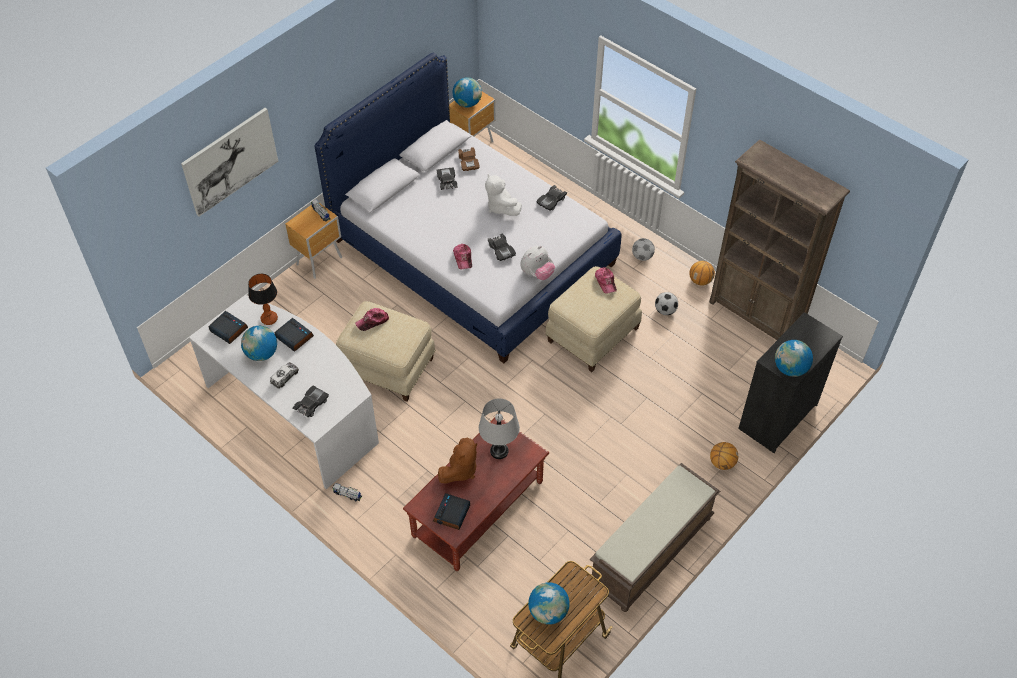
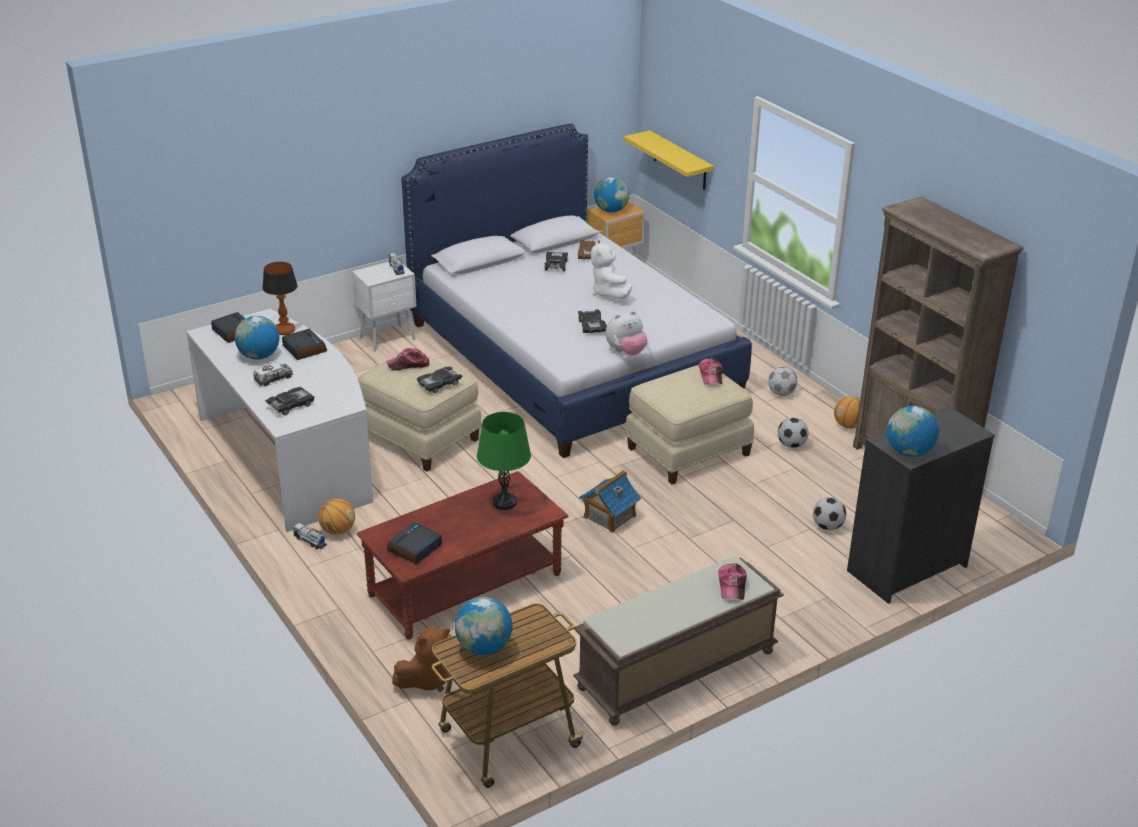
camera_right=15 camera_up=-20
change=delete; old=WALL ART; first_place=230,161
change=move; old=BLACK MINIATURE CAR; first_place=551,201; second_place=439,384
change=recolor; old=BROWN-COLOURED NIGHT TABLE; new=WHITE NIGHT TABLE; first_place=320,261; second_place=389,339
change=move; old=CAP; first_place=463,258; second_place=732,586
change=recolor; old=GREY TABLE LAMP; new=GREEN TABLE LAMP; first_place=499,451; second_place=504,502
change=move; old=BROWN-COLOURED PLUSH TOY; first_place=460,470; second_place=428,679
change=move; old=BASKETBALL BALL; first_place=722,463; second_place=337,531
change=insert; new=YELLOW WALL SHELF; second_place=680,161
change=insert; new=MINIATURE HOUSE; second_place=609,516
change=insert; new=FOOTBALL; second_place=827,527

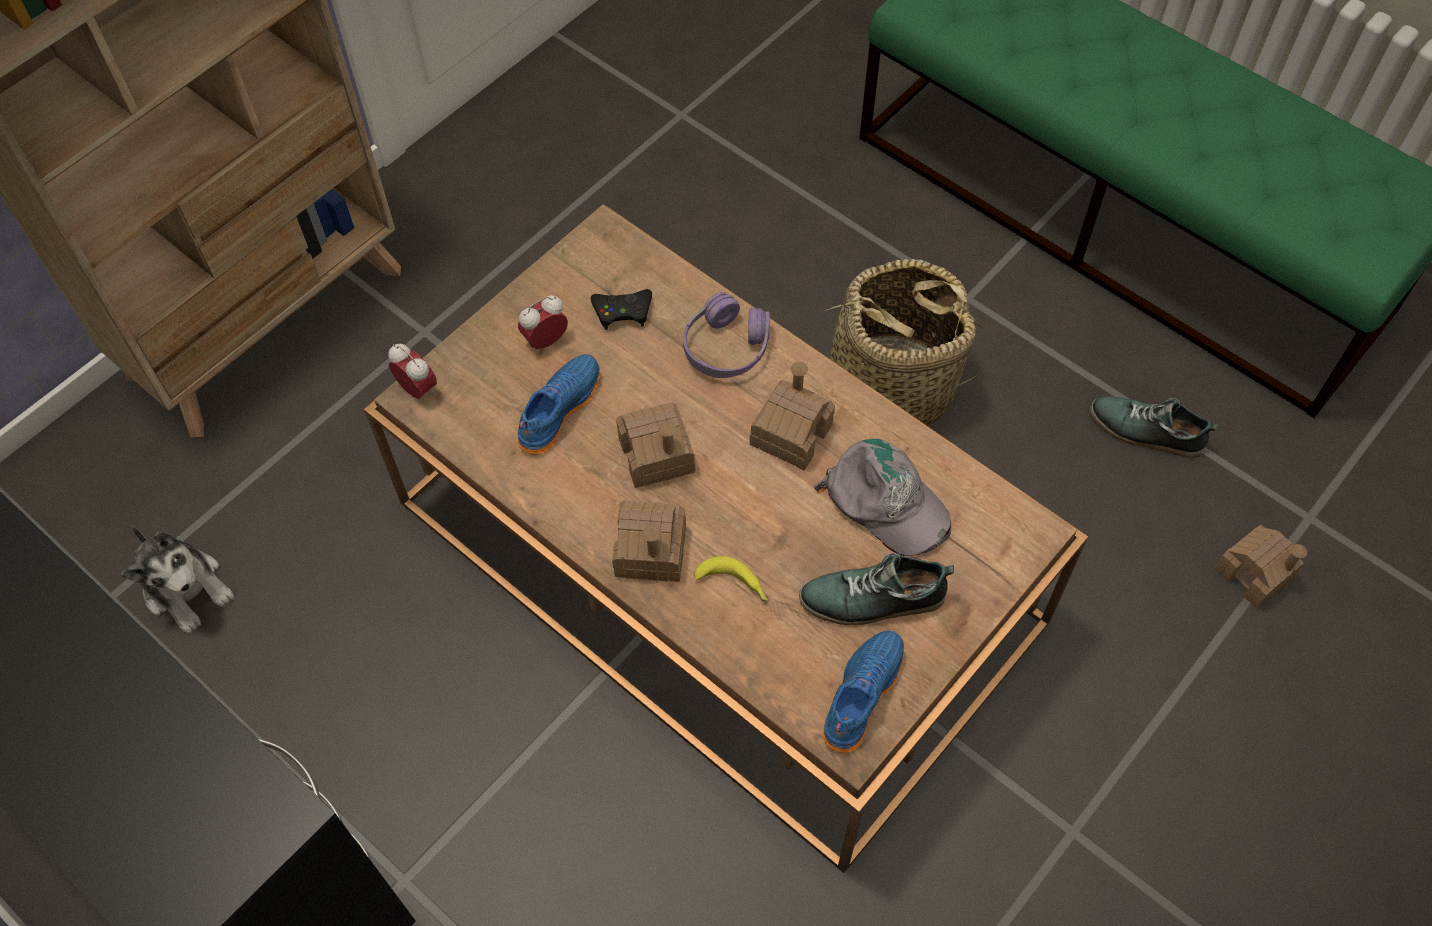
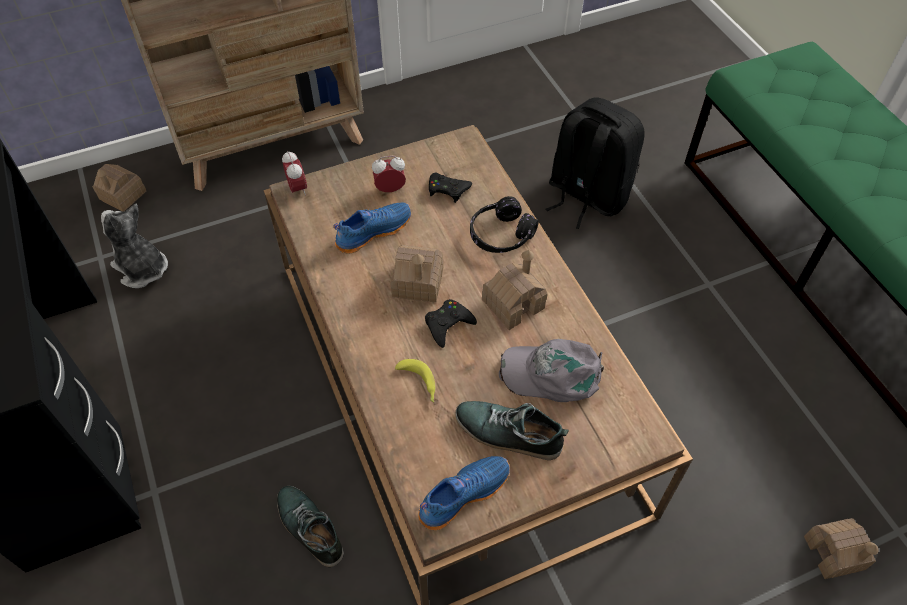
camera_right=25 camera_up=-5
change=delete; old=BASKET; first_place=890,387
change=recolor; old=PURPLE PAIR OF HEADPHONES; new=BLACK PAIR OF HEADPHONES; first_place=726,348; second_place=501,235
change=move; old=LOW SHOE; first_place=1146,431; second_place=309,528
change=rotate; old=GREY CAP; first_place=885,503; second_place=552,373; degrees=120
change=move; old=MINIATURE HOUSE; first_place=650,551; second_place=122,195
change=rotate; old=PLUSH TOY; first_place=186,588; second_place=142,269; degrees=150
change=insert; new=BLACK BACKPACK; second_place=586,195
change=insert; new=BLACK GAME CONTROLLER; second_place=448,325

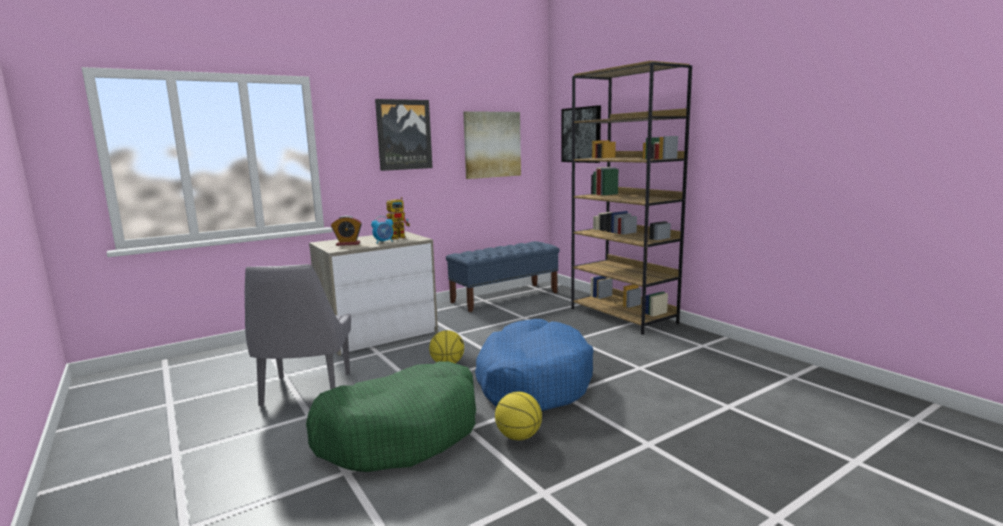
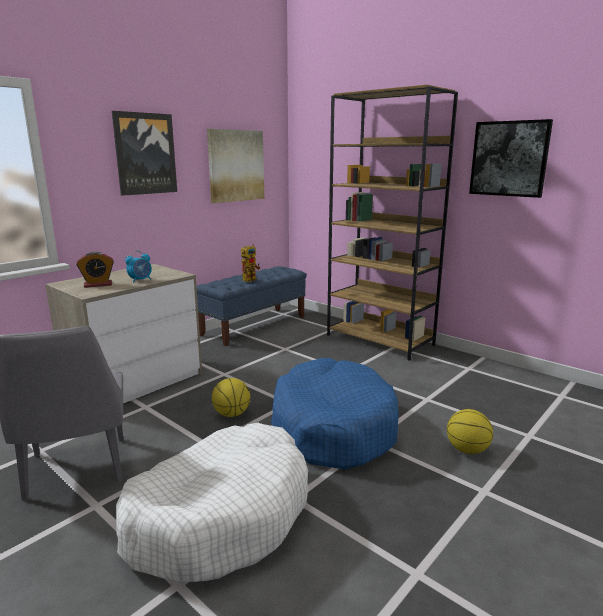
camera_right=-15 camera_up=5
change=move; old=WALL ART; first_place=581,135; second_place=509,158
change=move; old=TOY ROBOT; first_place=400,237; second_place=250,279
change=recolor; old=GREEN DOG BED; new=WHITE DOG BED; first_place=401,432; second_place=220,515
change=move; old=BASKETBALL BALL; first_place=518,436; second_place=467,450

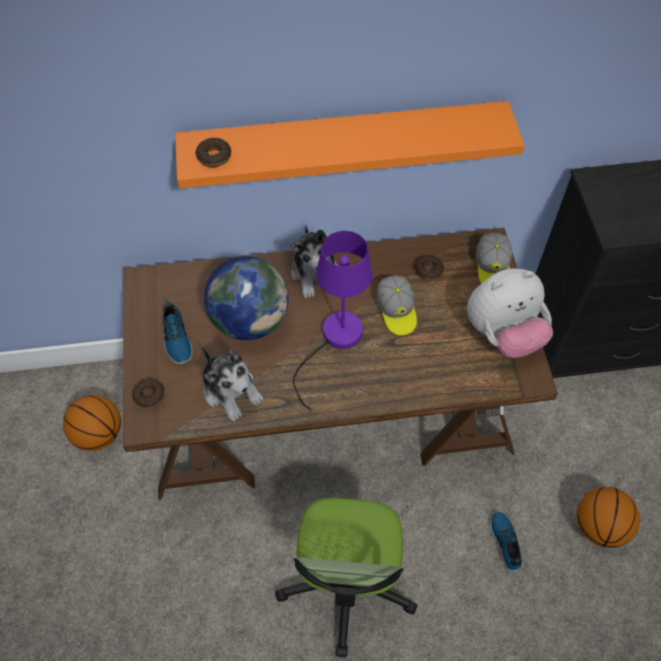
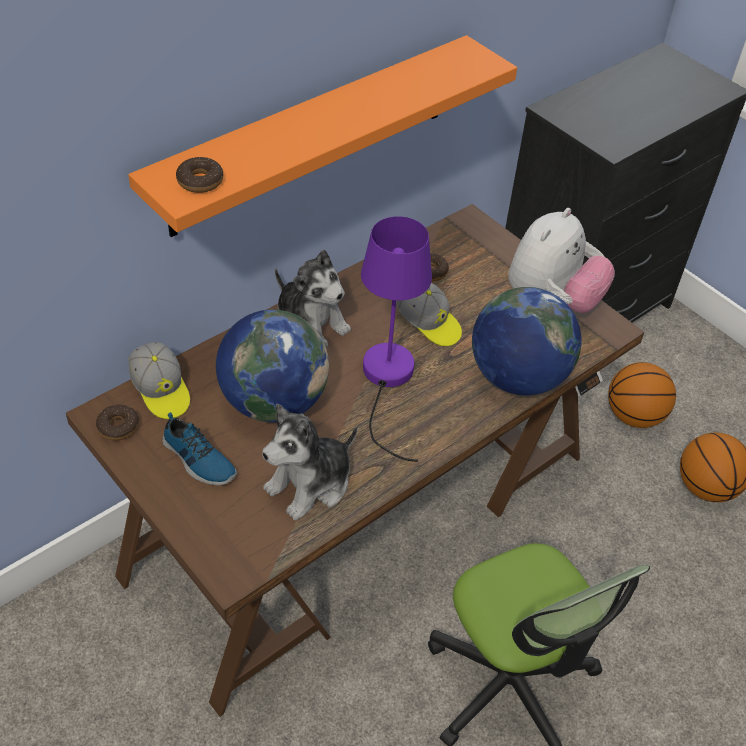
camera_right=-35 camera_up=-10
change=move; old=CAP; first_place=492,267; second_place=161,390
change=rotate; old=PLUSH TOY; first_place=231,390; second_place=310,484; degrees=120
change=move; old=DONUT; first_place=149,395; second_place=118,426
change=move; old=BASKETBALL BALL; first_place=99,434; second_place=633,415
change=delete; old=LOW SHOE; first_place=506,543
change=insert; new=WORLD GLOBE; second_place=517,377

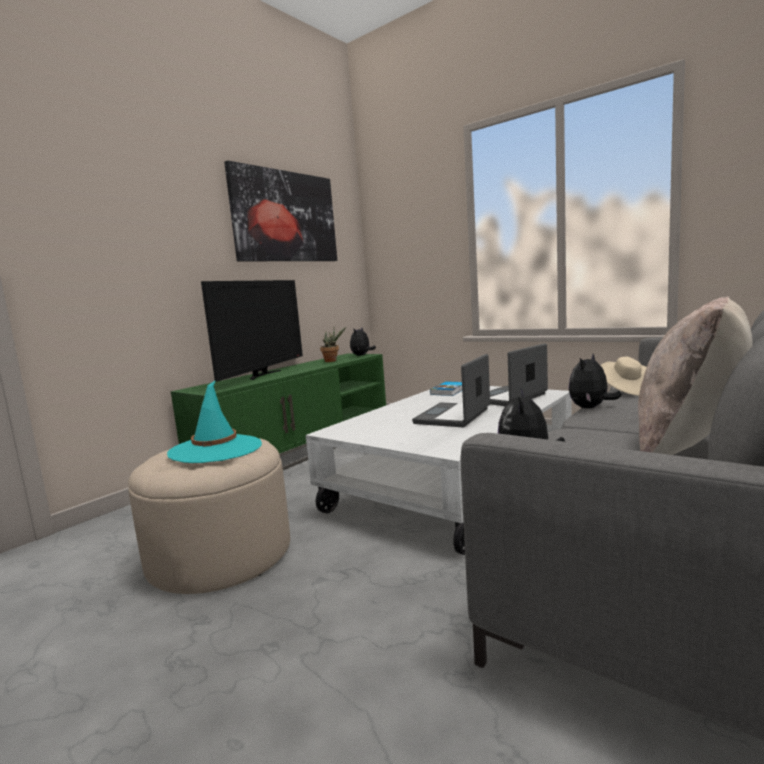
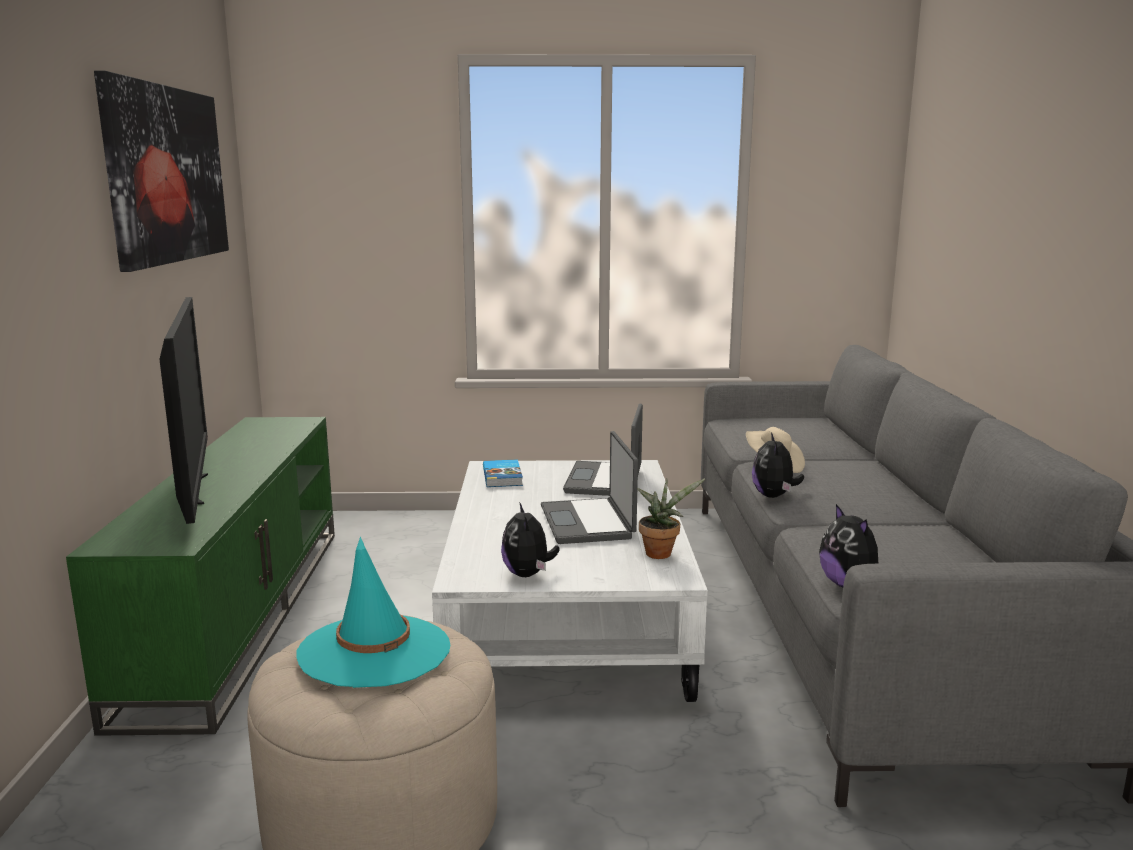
camera_right=-40 camera_up=5
change=delete; old=BEIGE CUSHION; first_place=690,443
change=move; old=HOUSEPLANT; first_place=332,361; second_place=661,553
change=move; old=PLUSH TOY; first_place=361,355; second_place=528,574

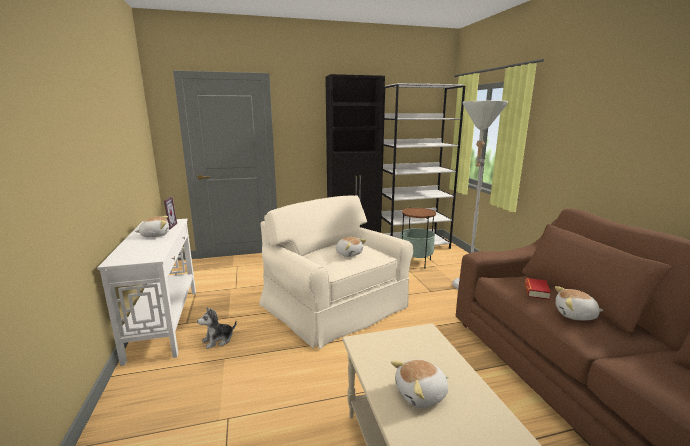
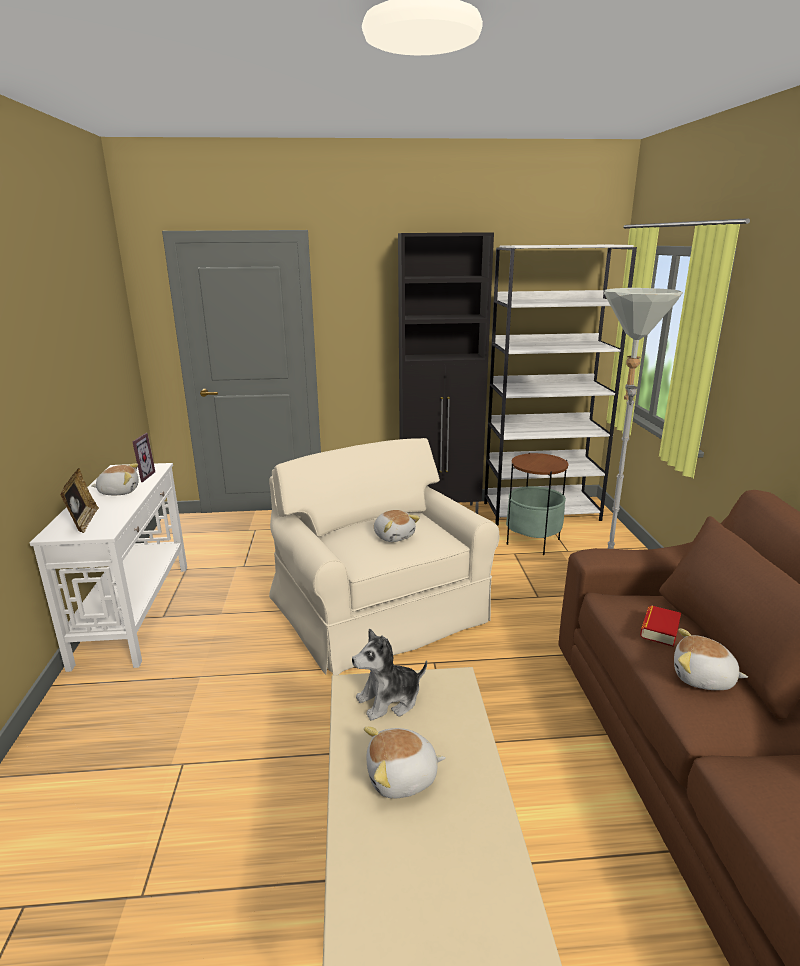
camera_right=10 camera_up=5
change=move; old=PLUSH TOY; first_place=218,340; second_place=389,700
change=insert; new=PHOTO FRAME; second_place=84,522

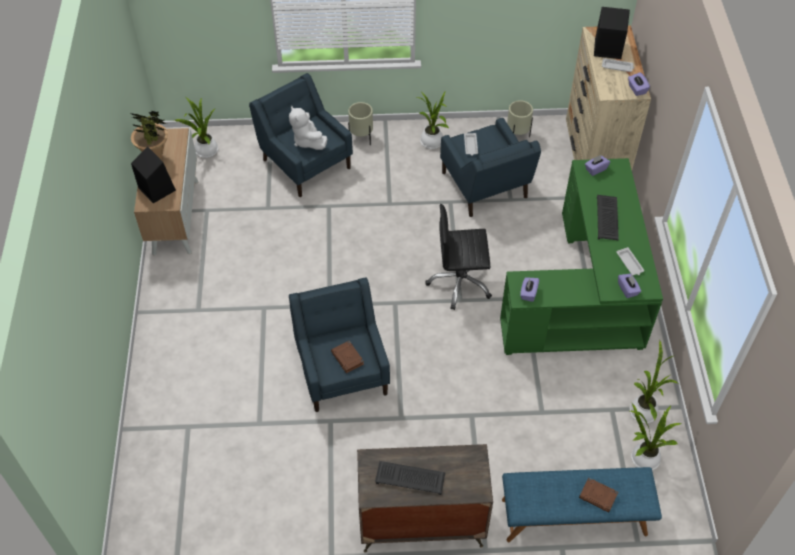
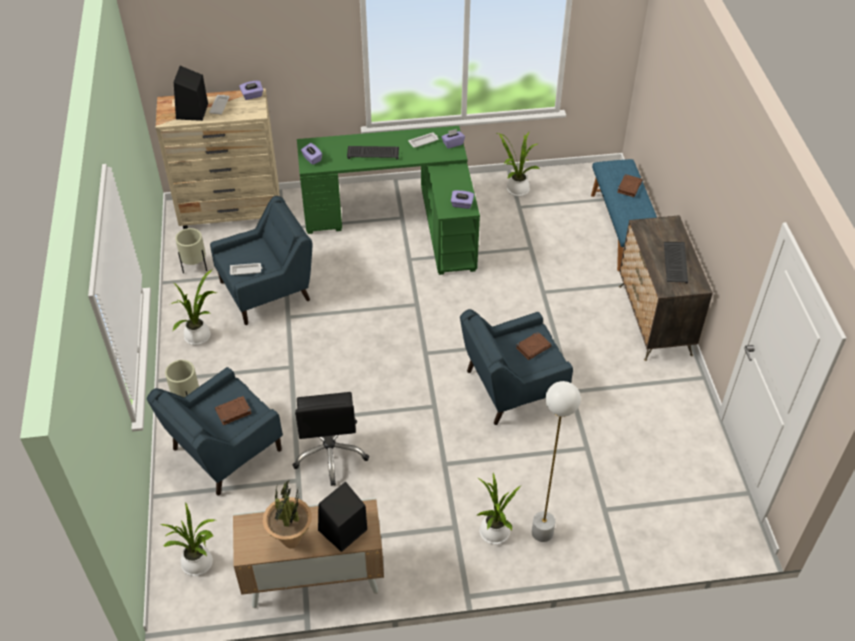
camera_right=-95 camera_up=-5
change=replace; old=WHITE PLUSH TOY; new=BROWN-COLOURED BOUND BOOK; first_place=307,141; second_place=233,412
change=move; old=BLACK OFFICE CHAIR; first_place=460,283; second_place=330,453
change=move; old=HOUSEPLANT; first_place=642,458; second_place=494,534
change=insert; new=WHITE FLOOR LAMP; second_place=542,532

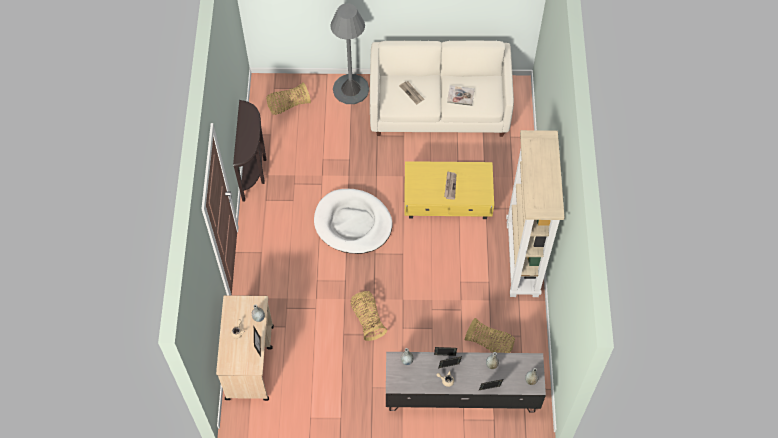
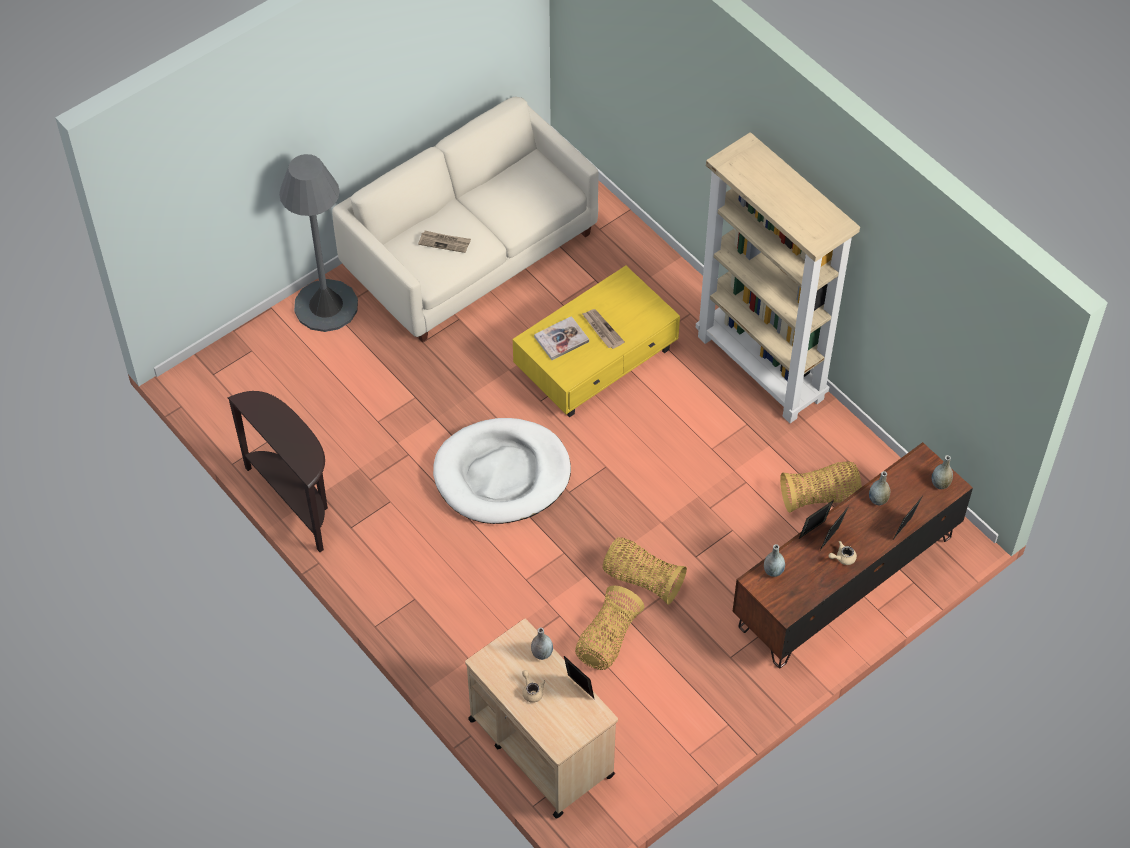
camera_right=-40 camera_up=-5
change=move; old=BASKET; first_place=288,105; second_place=607,639
change=move; old=BOUND BOOK; first_place=460,96; second_place=561,339
change=recolor; old=GREY TV UNIT; new=BROWN-COLOURED TV UNIT; first_place=461,394; second_place=845,582

